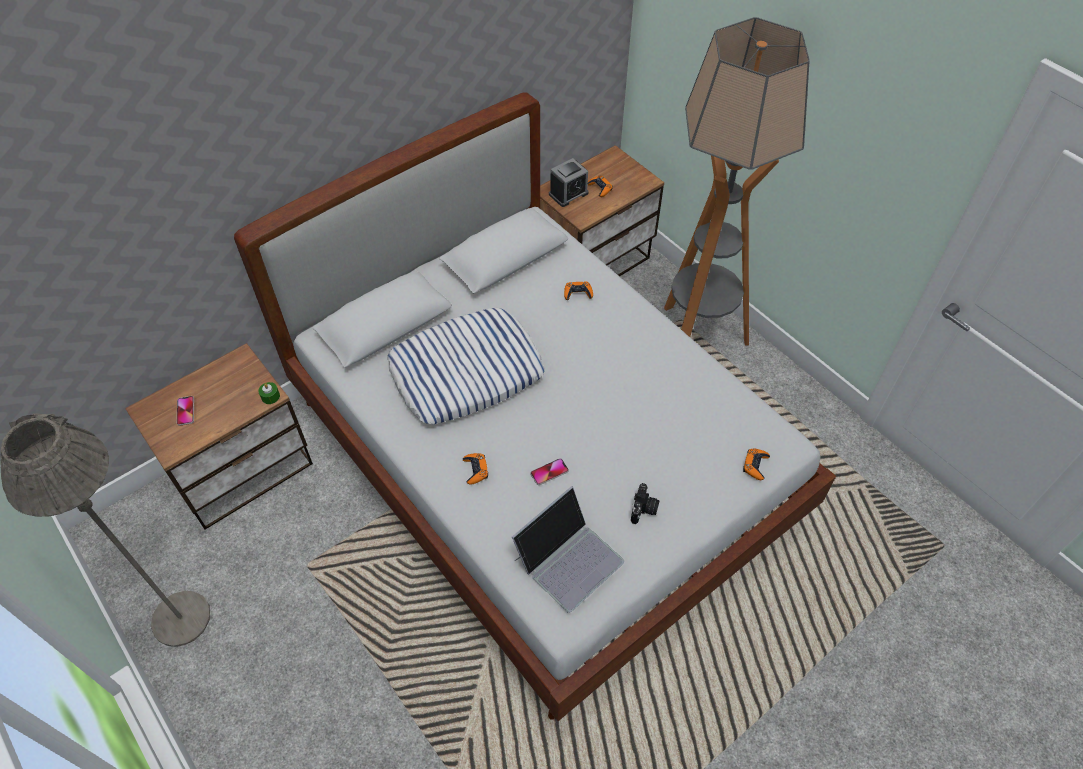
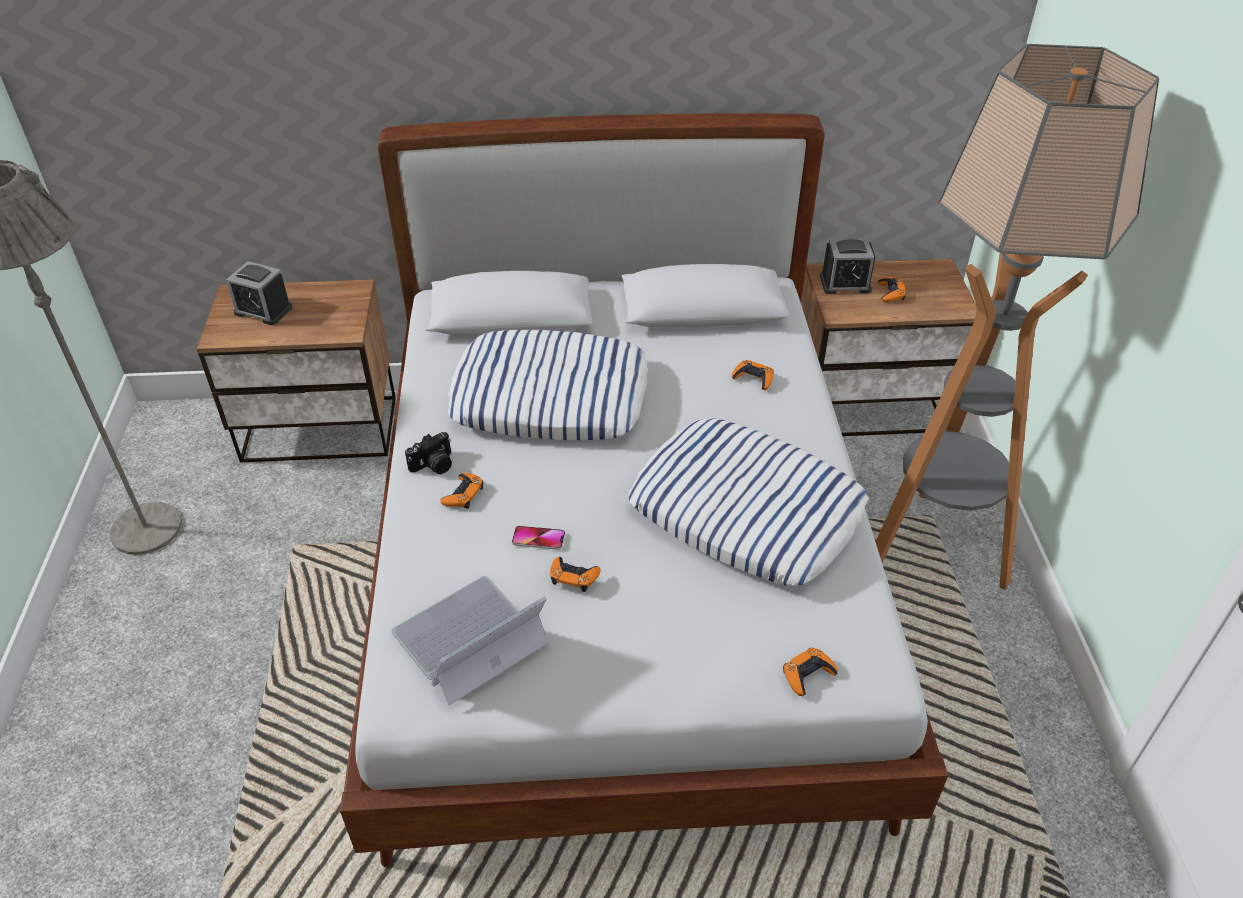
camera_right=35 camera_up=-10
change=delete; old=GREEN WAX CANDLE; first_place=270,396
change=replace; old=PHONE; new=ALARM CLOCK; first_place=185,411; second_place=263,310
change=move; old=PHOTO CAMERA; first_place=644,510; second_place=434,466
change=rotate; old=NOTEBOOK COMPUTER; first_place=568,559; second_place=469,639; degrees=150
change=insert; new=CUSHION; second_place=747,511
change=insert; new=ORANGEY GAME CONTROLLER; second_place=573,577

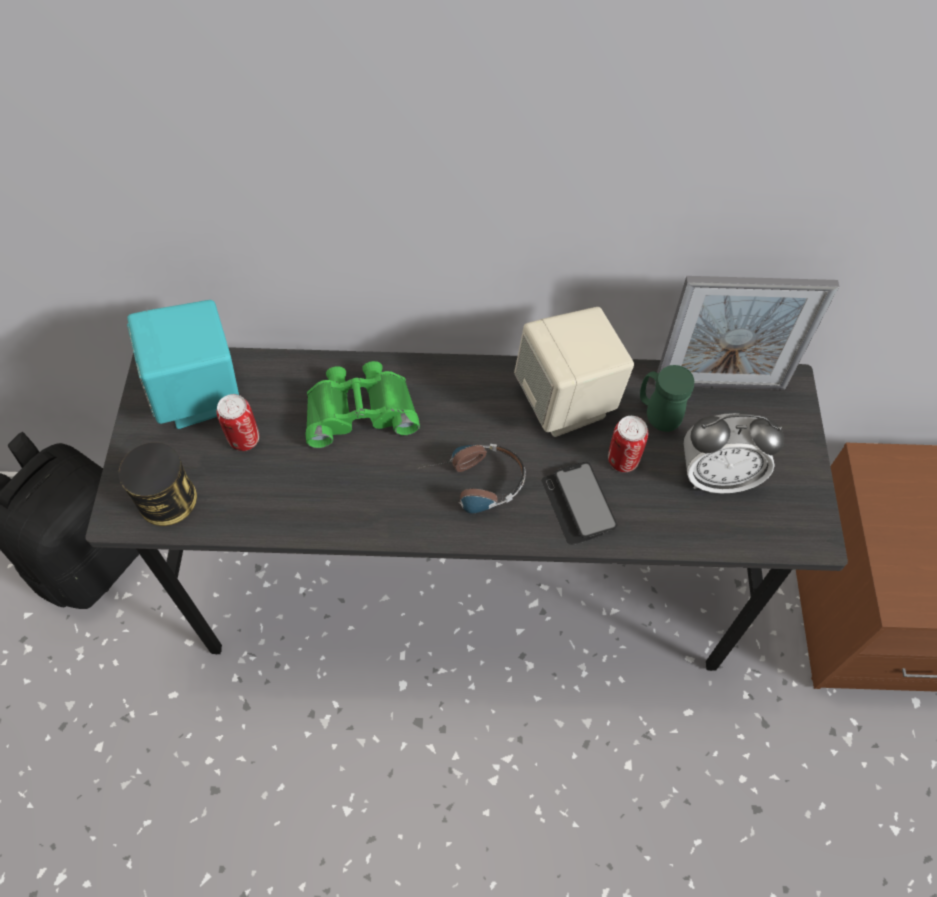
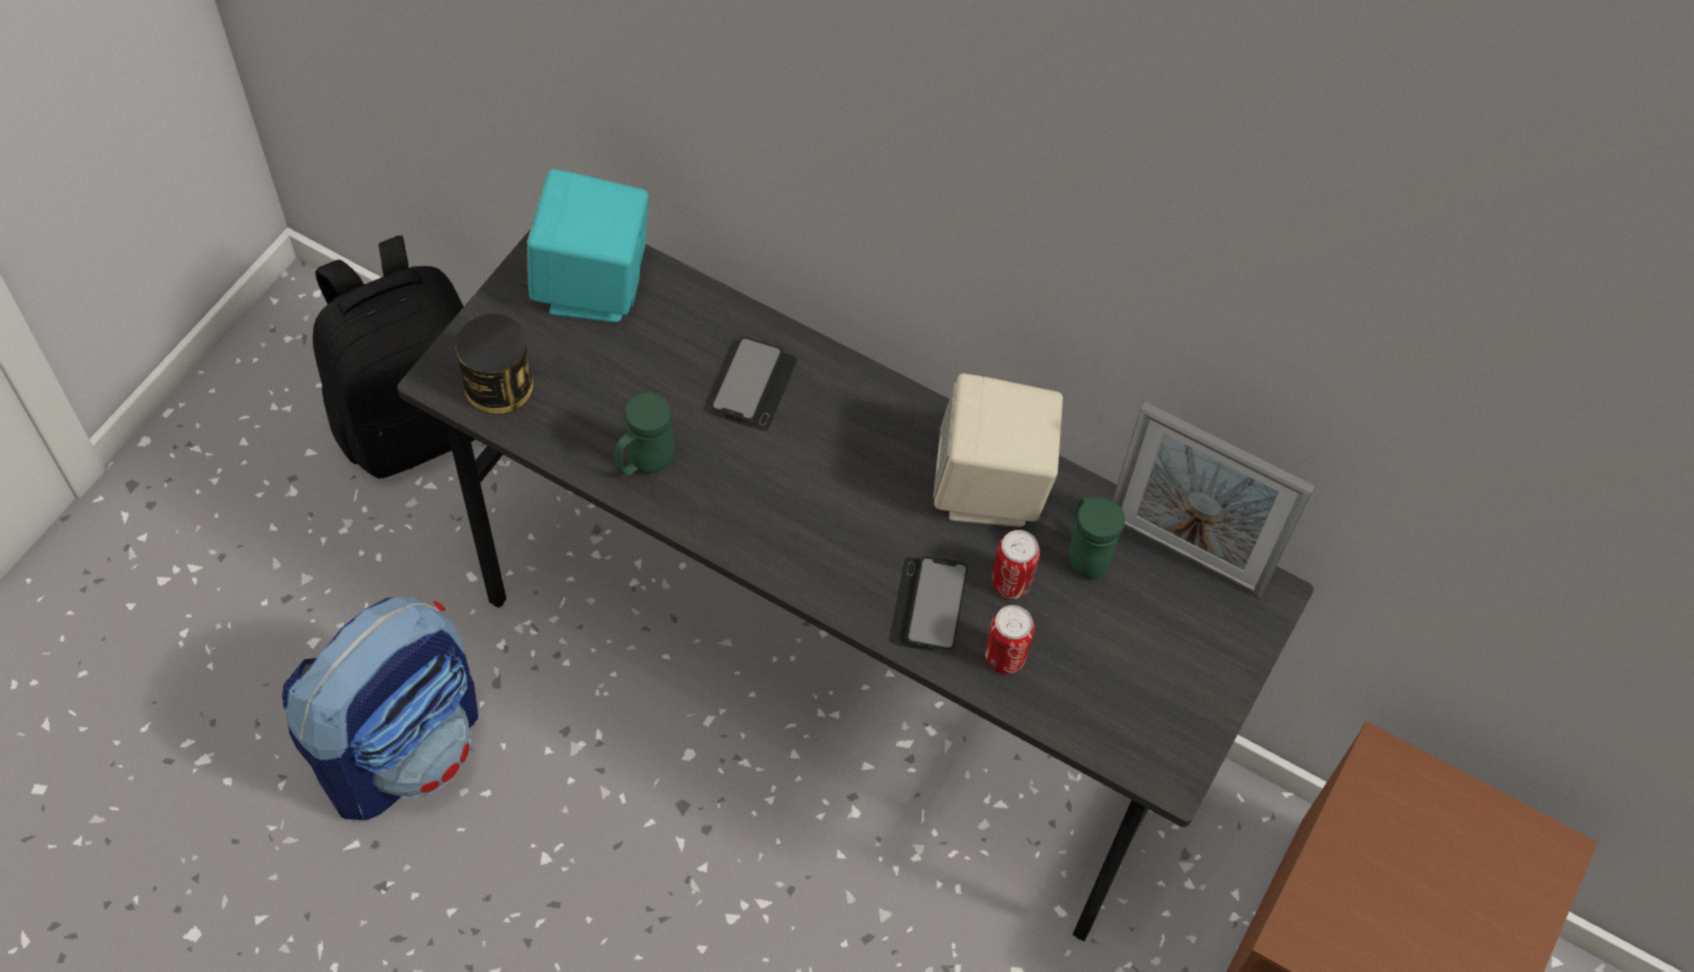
camera_right=25 camera_up=0
change=replace; old=GREEN PAIR OF BINOCULARS; new=PHONE; first_place=360,409; second_place=754,385
change=move; old=CAN; first_place=244,439; second_place=1005,657
change=delete; old=ALARM CLOCK; first_place=717,477
change=delete; old=PAIR OF HEADPHONES; first_place=472,485
change=insert; new=GREEN TEA MUG; second_place=645,464
change=insert; new=BACKPACK; second_place=402,745

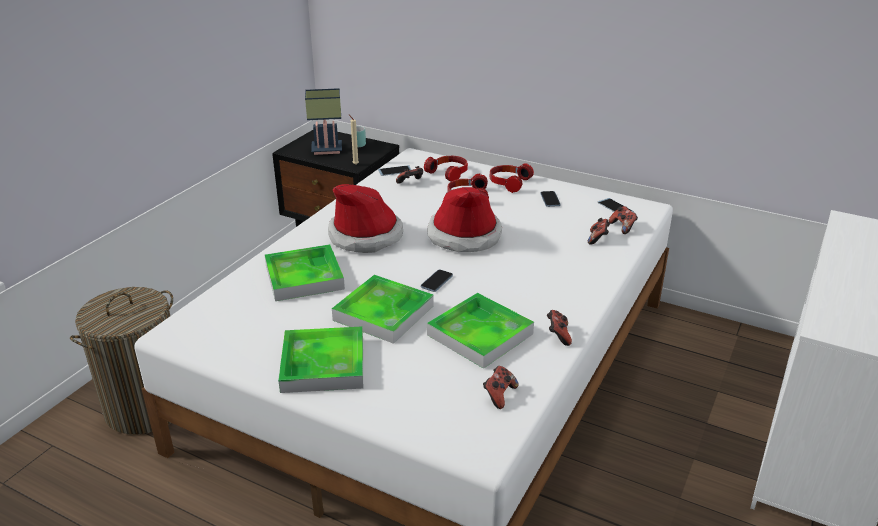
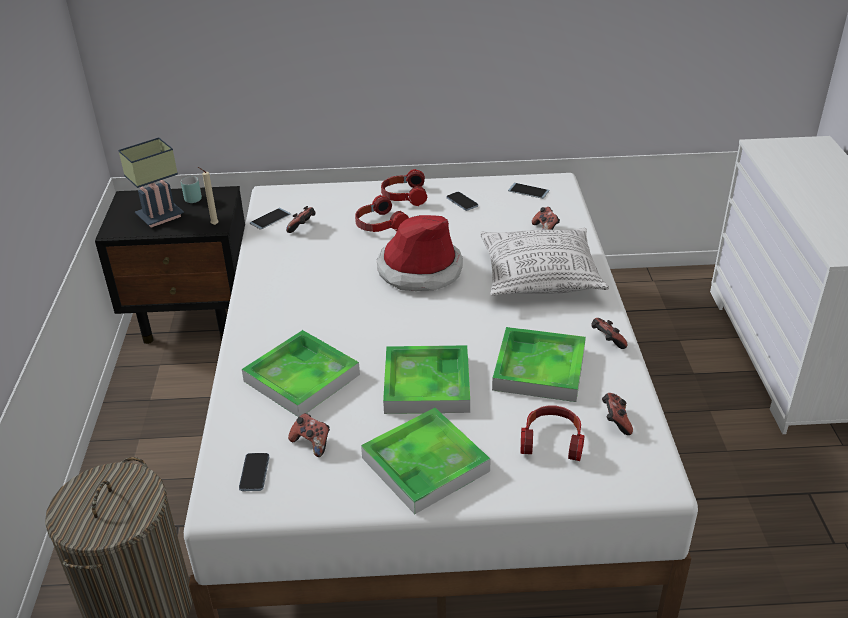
camera_right=-30 camera_up=5
change=move; old=PAIR OF HEADPHONES; first_place=449,173; second_place=552,441
change=delete; old=CLOTHING HAT; first_place=365,235
change=move; old=GAME CONTROLLER; first_place=623,227; second_place=312,443
change=move; old=PHONE; first_place=437,282; second_place=254,473
change=insert; new=CUSHION; second_place=540,277

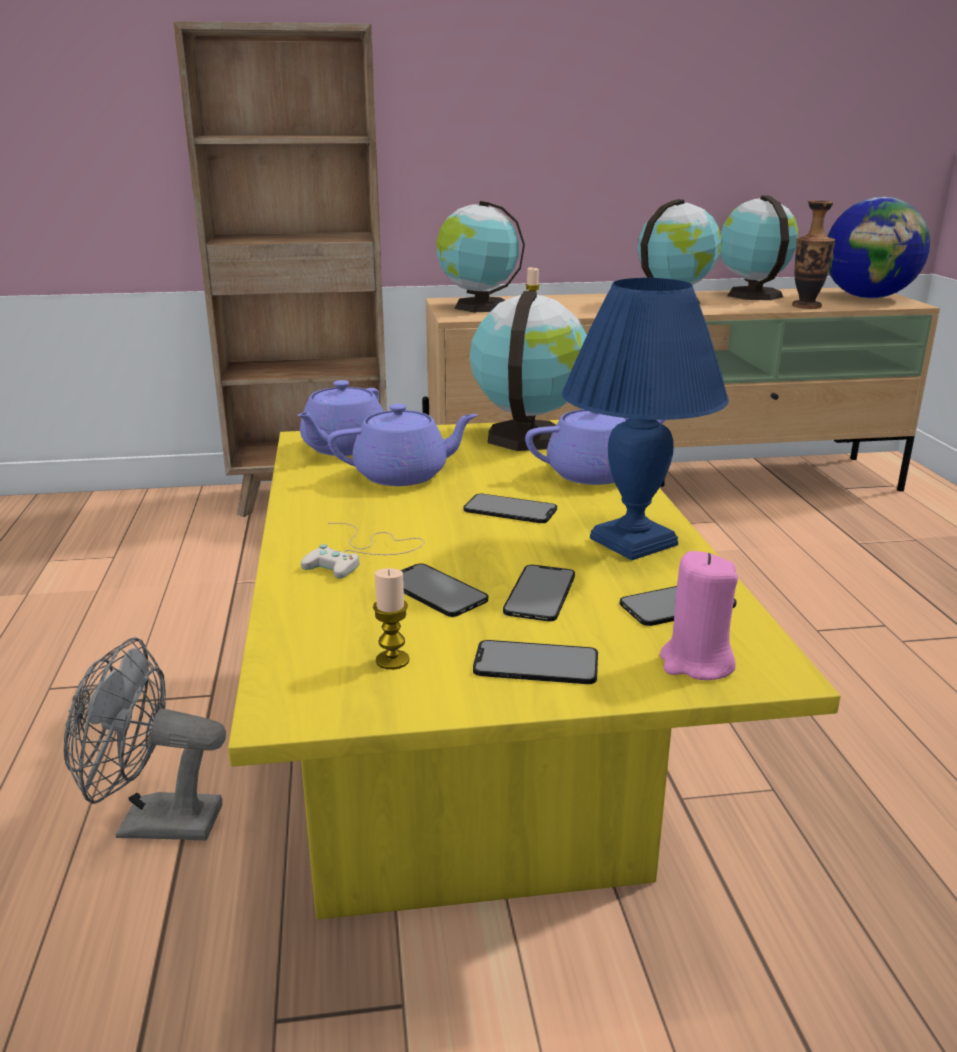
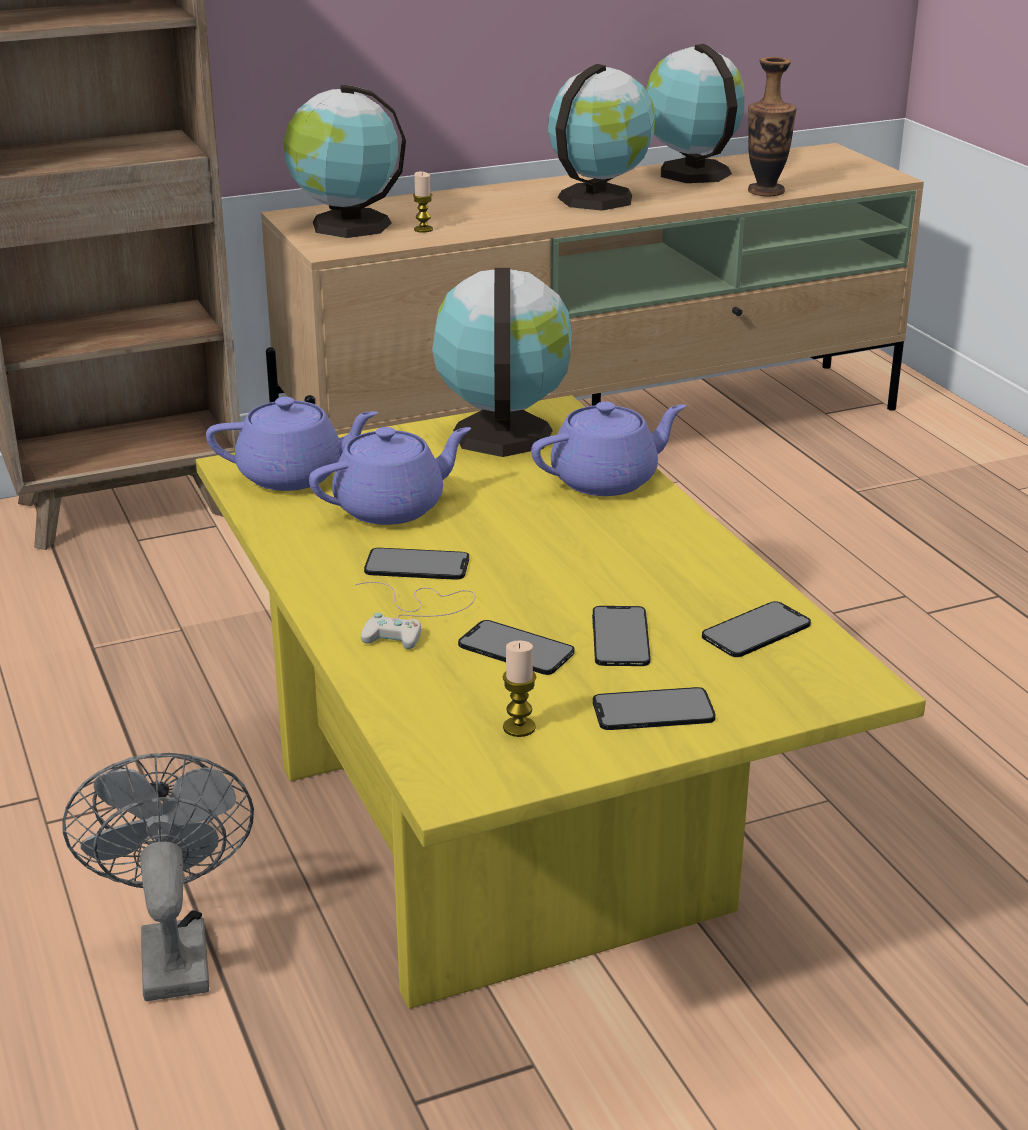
camera_right=-15 camera_up=5
change=delete; old=WORLD GLOBE; first_place=868,297
change=delete; old=BLUE TABLE LAMP; first_place=634,540
change=rotate; old=PURPLE TEAPOT; first_place=343,448; second_place=293,475; degrees=-105
change=move; old=PHONE; first_place=510,509; second_place=417,565
change=delete; old=PINK WAX CANDLE; first_place=696,663
change=rotate; old=GREY COOLING FAN; first_place=154,823; second_place=172,950; degrees=90

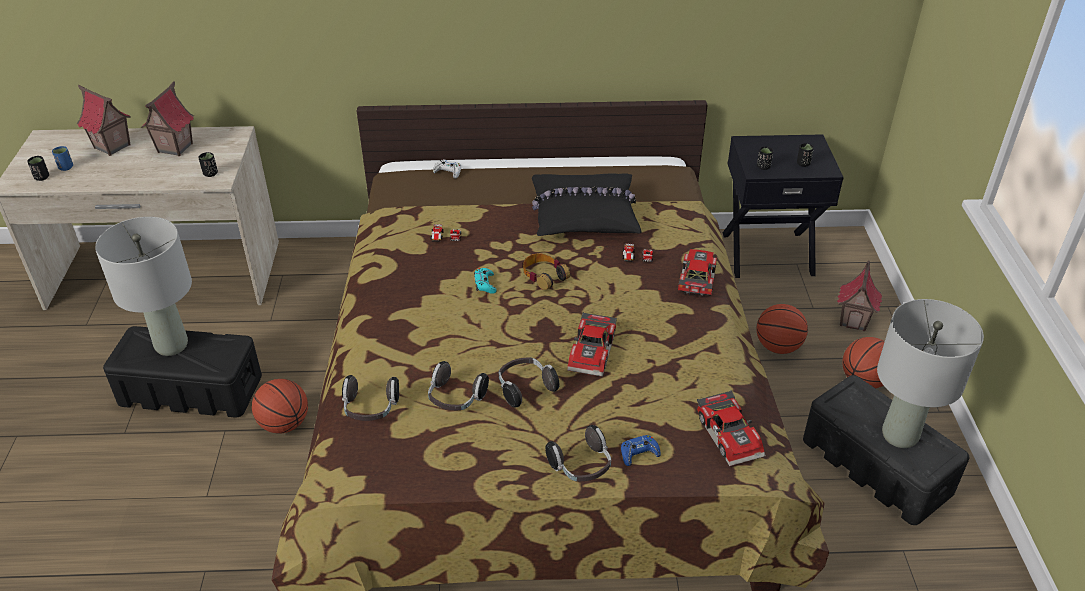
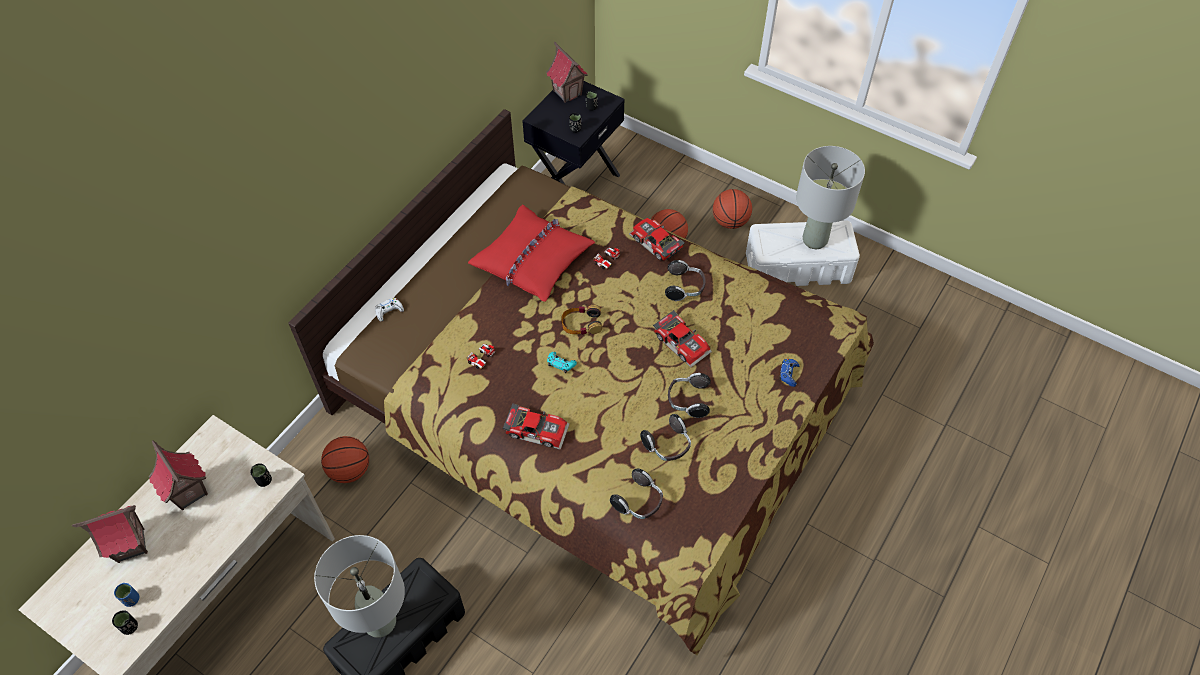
camera_right=-55 camera_up=15
change=recolor; old=BLACK CUSHION; new=RED-COLOURED CUSHION; first_place=584,215; second_place=532,260
change=move; old=MINIATURE HOUSE; first_place=854,320; second_place=567,92
change=recolor; old=BLACK STORAGE BIN; new=WHITE STORAGE BIN; first_place=876,467; second_place=798,267
change=move; old=BASKETBALL BALL; first_place=284,424; second_place=350,470
change=move; old=MINIATURE CAR; first_place=731,434; second_place=537,429
change=move; old=PAIR OF HEADPHONES; first_place=581,466; second_place=685,287

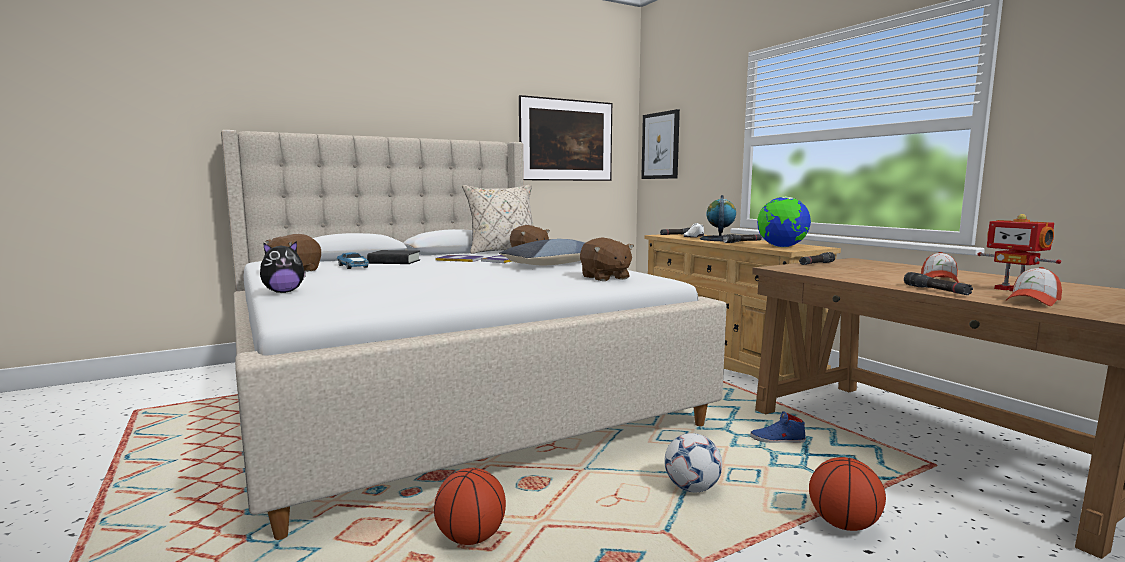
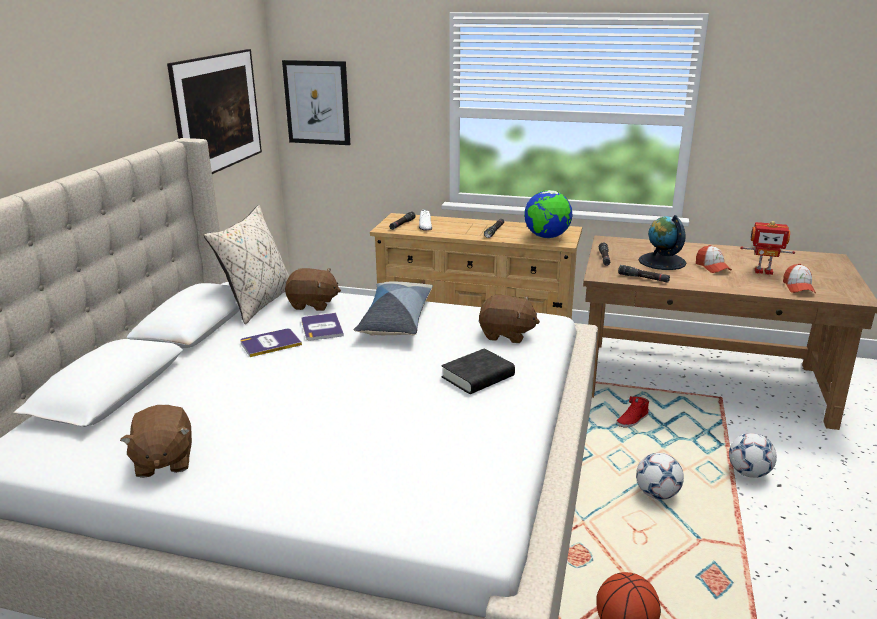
camera_right=-45 camera_up=15
change=move; old=WORLD GLOBE; first_place=719,239; second_place=662,261
change=delete; old=PLUSH TOY; first_place=283,292
change=move; old=BLACK BOUND BOOK; first_place=394,262; second_place=478,377
change=delete; old=MINIATURE CAR; first_place=353,266
change=move; old=BLACK TORCH; first_place=936,290; second_place=643,278
change=recolor; old=BLUE LOW SHOE; new=RED-COLOURED LOW SHOE; first_place=777,440; second_place=632,420
change=replace; old=BASKETBALL BALL; new=FOOTBALL; first_place=843,524; second_place=748,473

